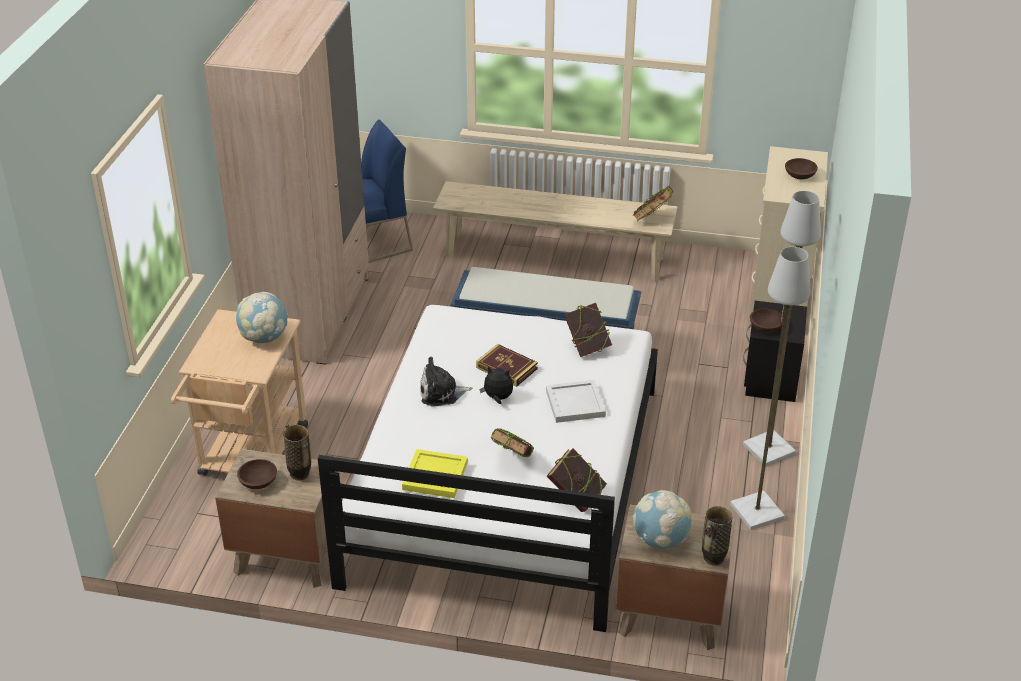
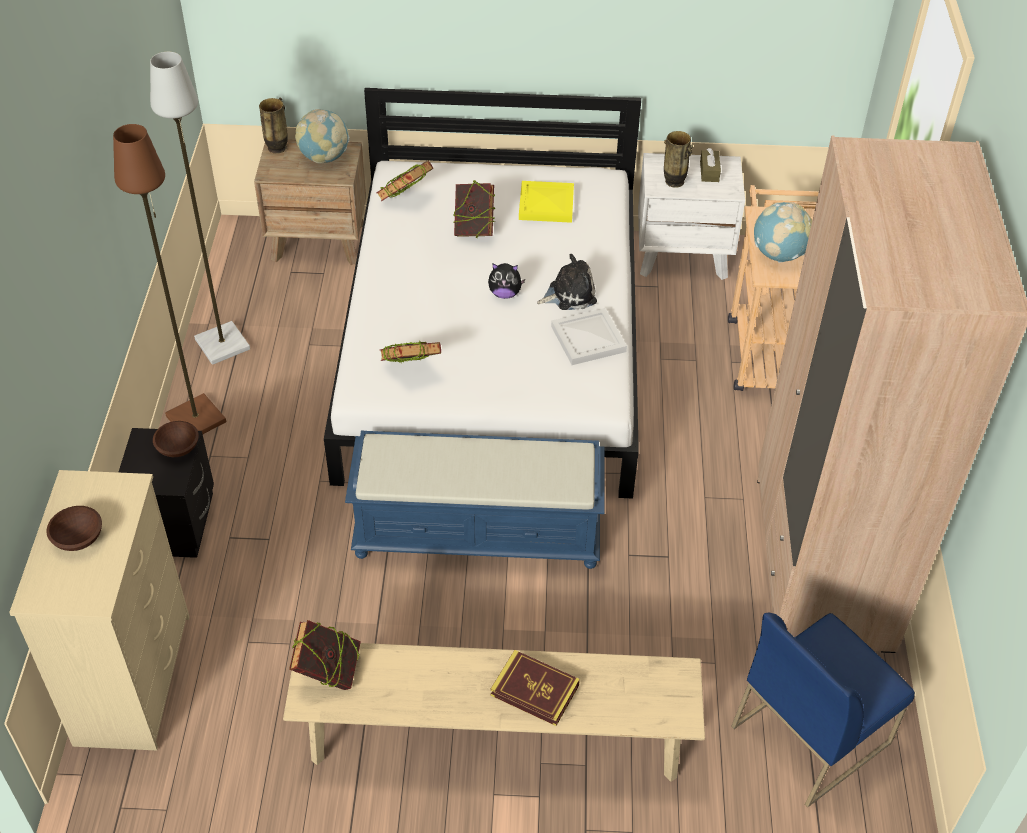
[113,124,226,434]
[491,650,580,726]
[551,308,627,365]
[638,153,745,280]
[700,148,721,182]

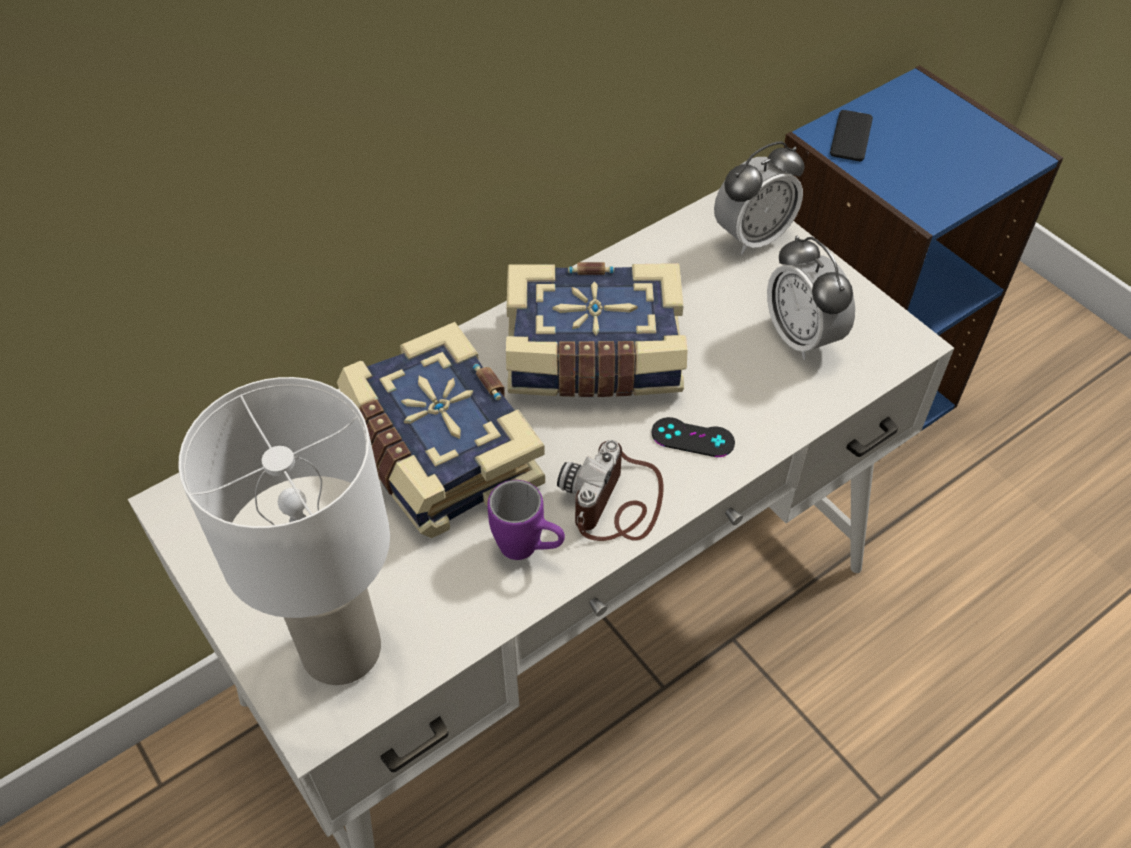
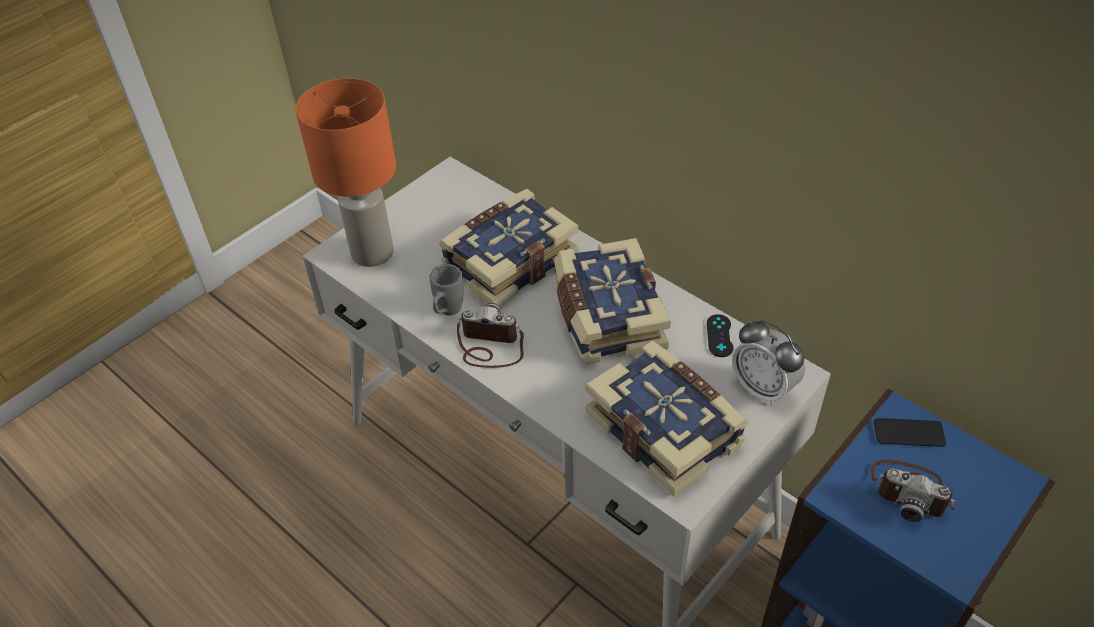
[585,341,748,497]
[295,78,396,267]
[707,314,734,357]
[430,264,464,315]
[871,460,955,522]

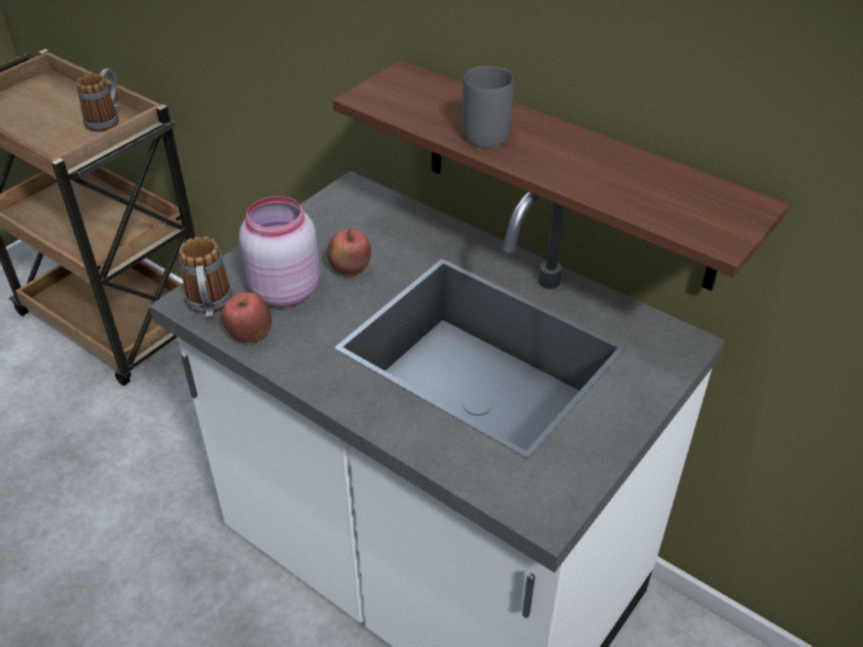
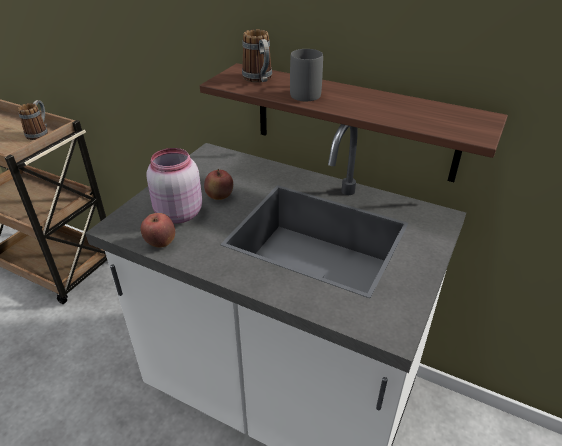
[242,29,272,82]

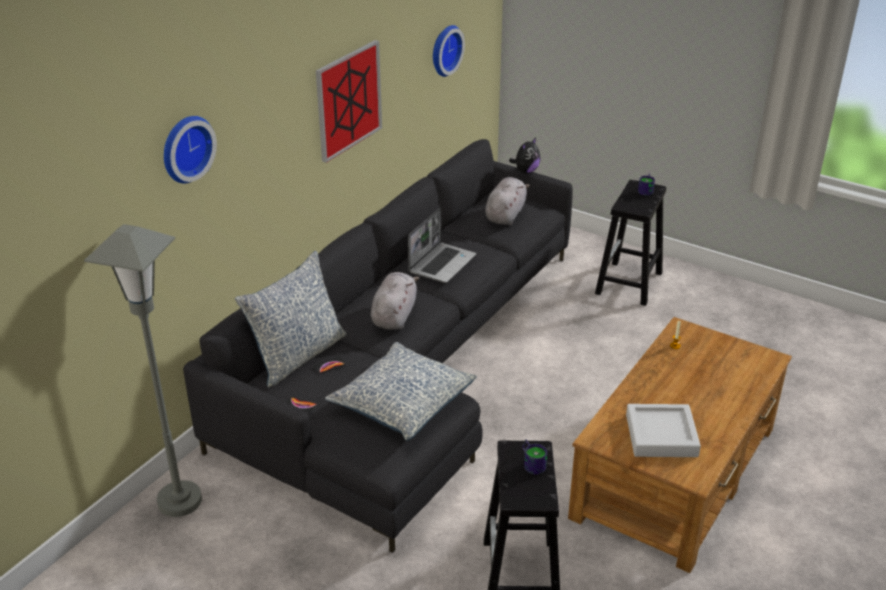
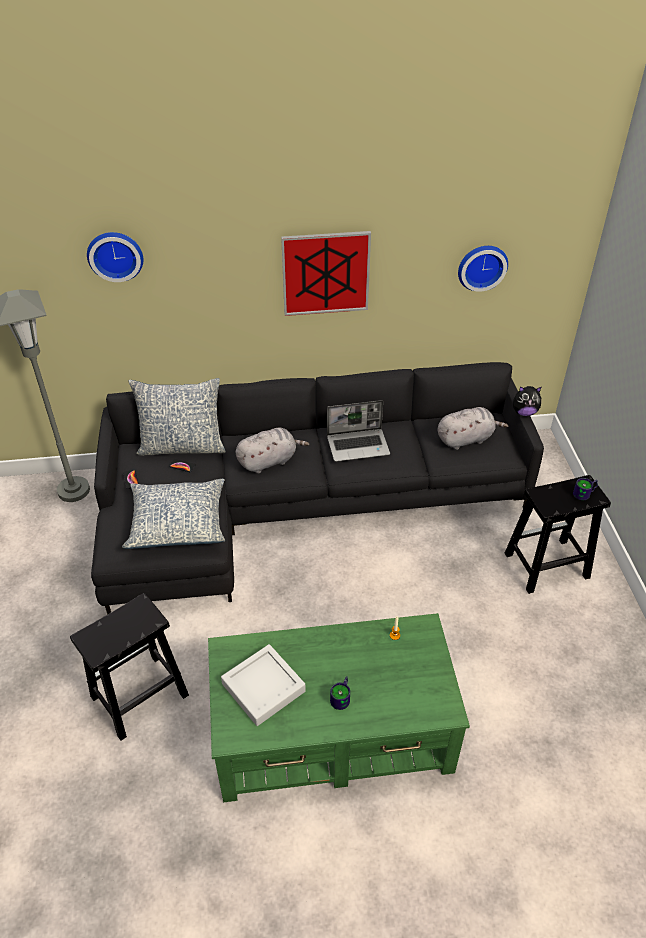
[208,613,470,802]
[330,676,350,710]

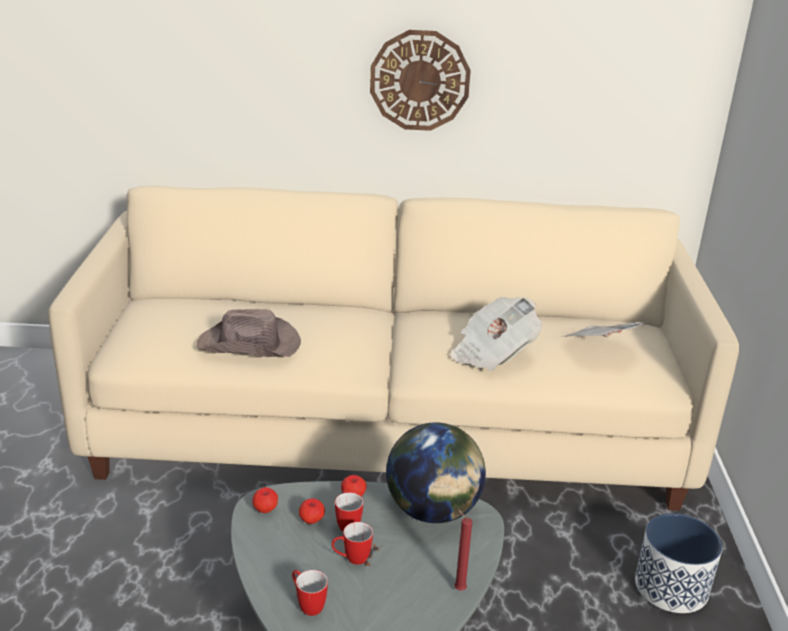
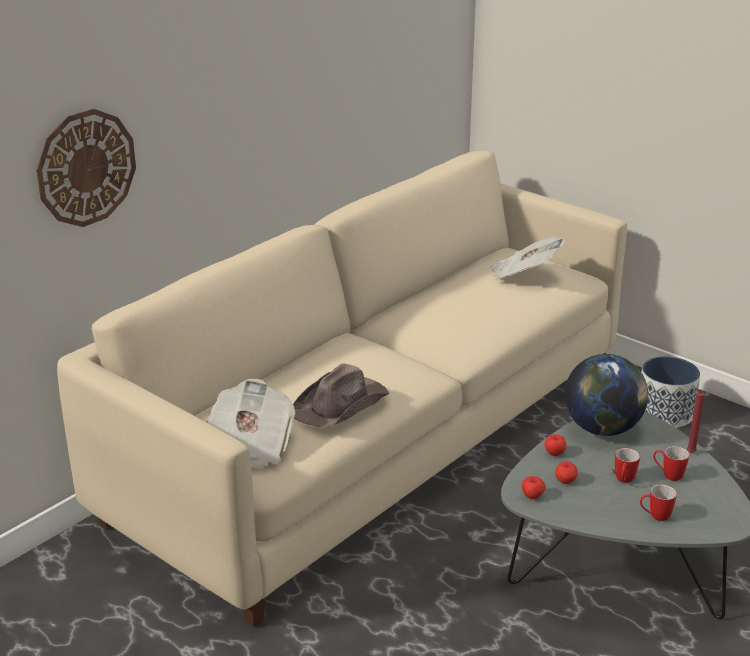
[36,109,136,227]
[206,379,296,469]
[653,446,689,481]

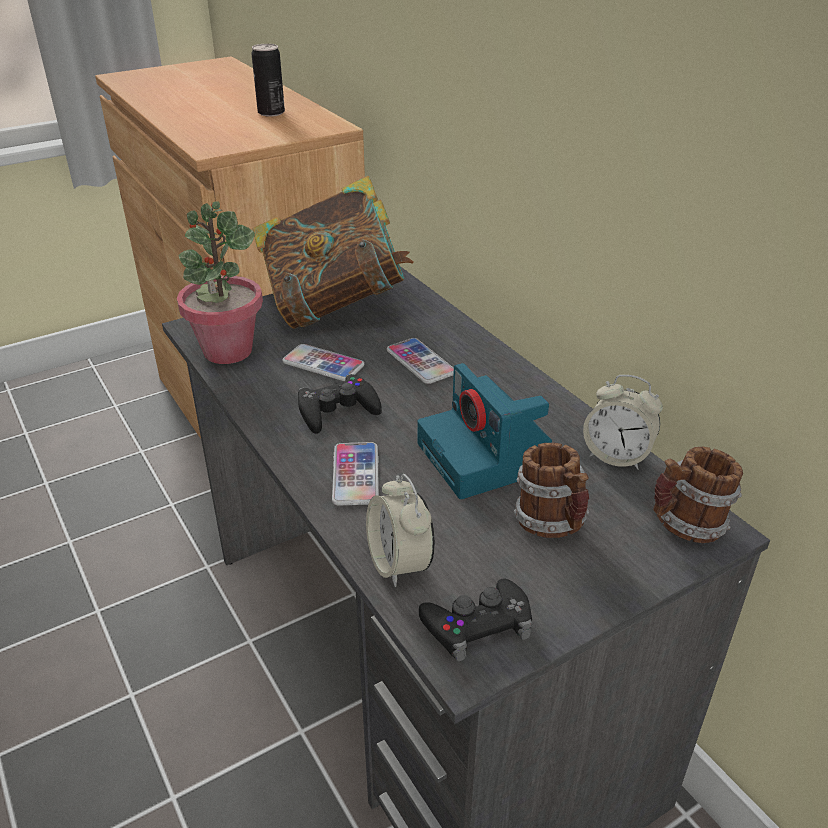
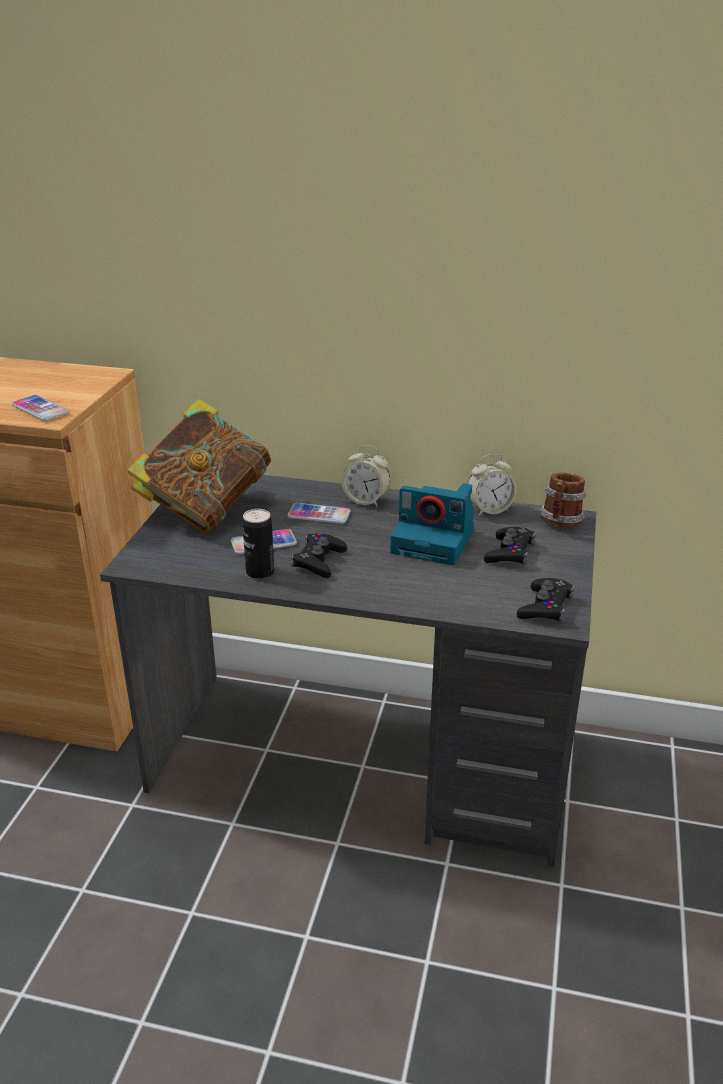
[242,509,274,579]
[177,201,263,364] (first image)
[11,395,69,421]
[484,527,536,565]
[342,446,390,507]

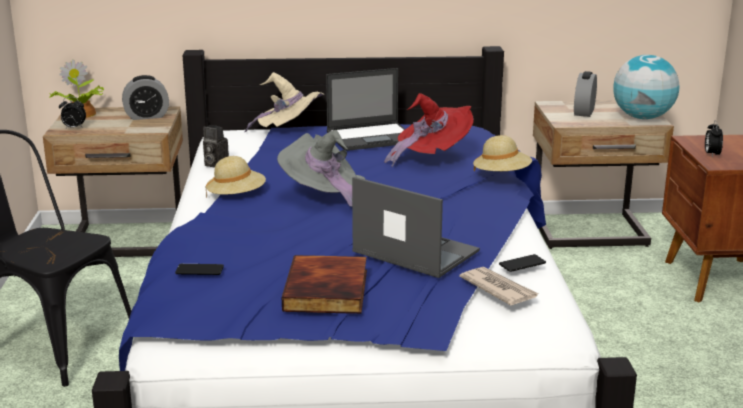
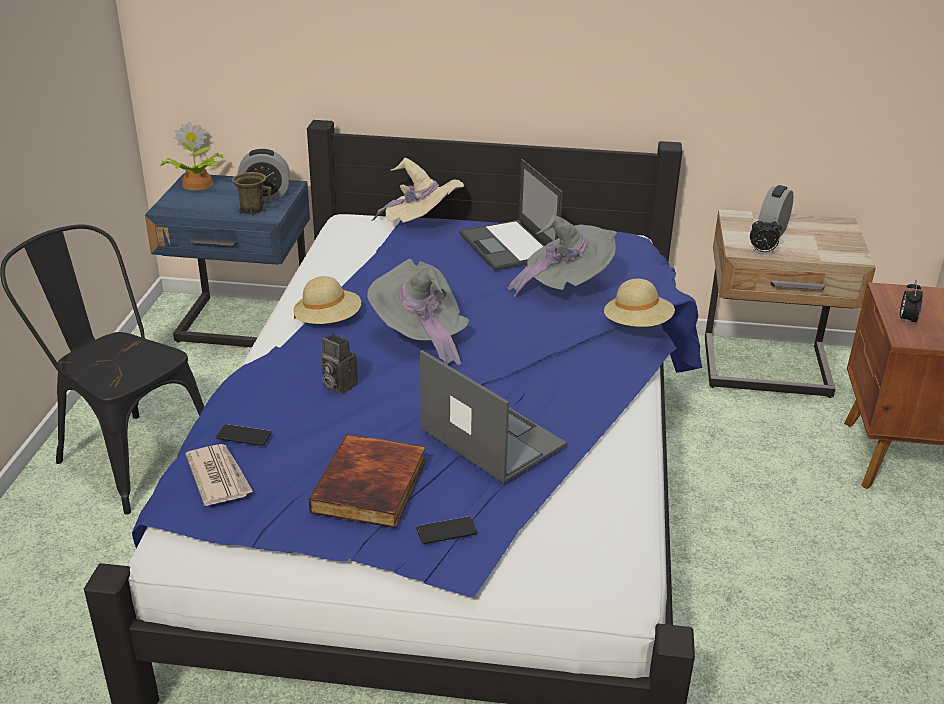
[614,55,679,119] (first image)
[459,159,563,271]
[508,215,617,298]
[750,217,782,252]
[145,173,310,347]
[321,334,358,394]
[416,516,477,544]
[186,444,253,506]
[232,172,272,215]

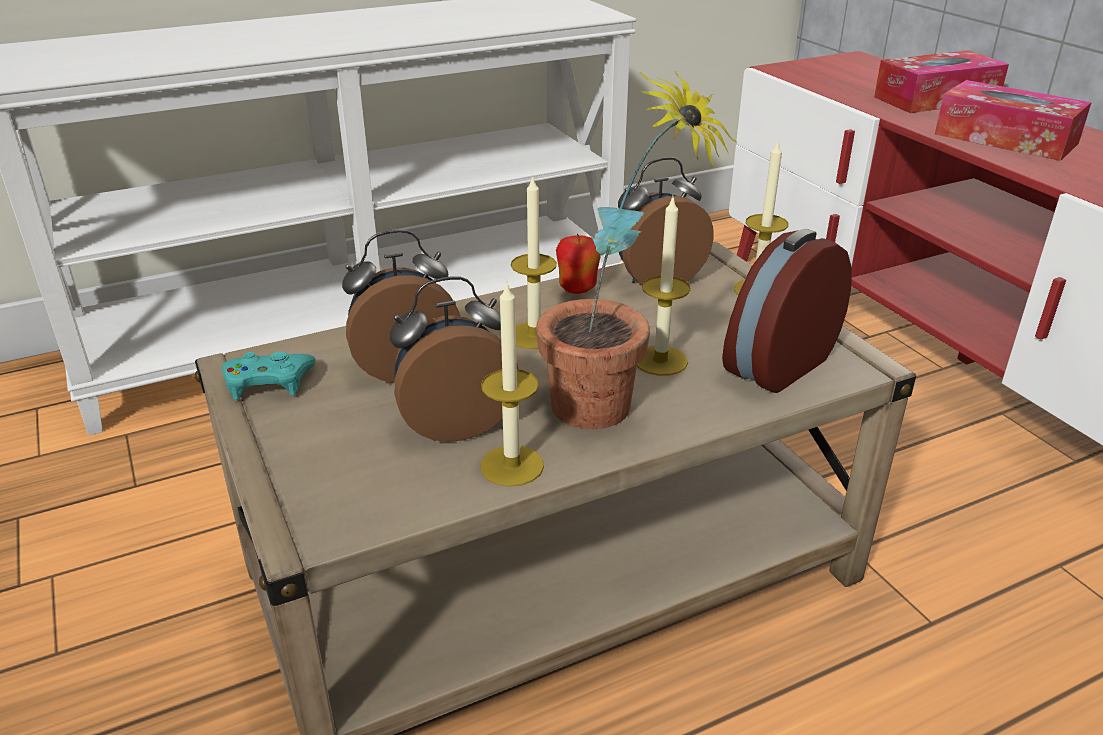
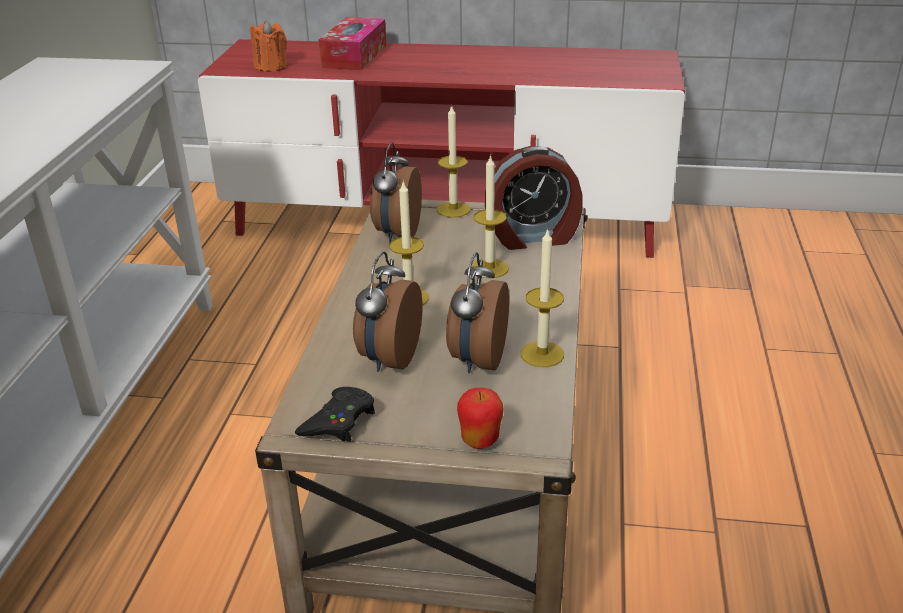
[536,71,738,429] (first image)
[935,80,1092,161] (first image)
[485,146,582,250]
[457,388,504,449]
[295,387,375,442]
[250,21,287,72]

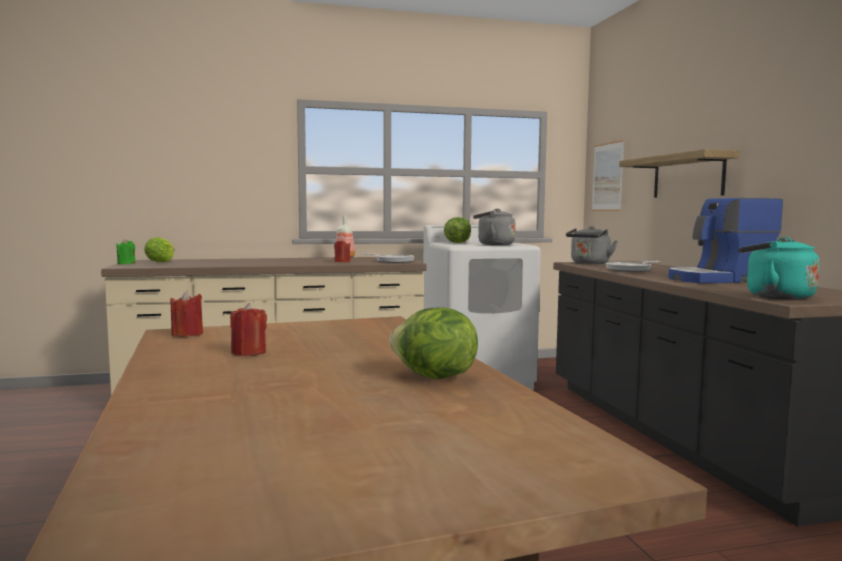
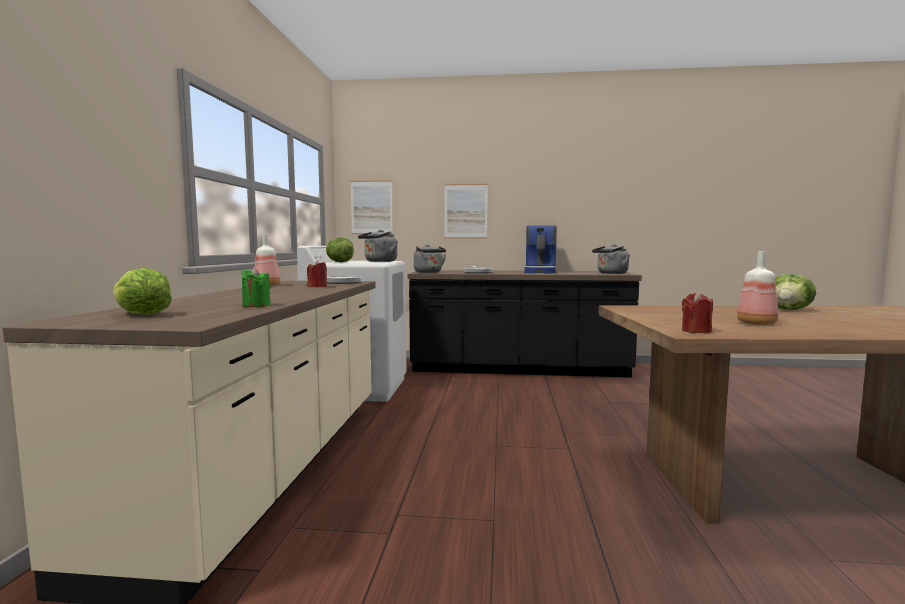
[445,184,488,239]
[592,244,630,274]
[241,267,271,307]
[737,252,778,325]

